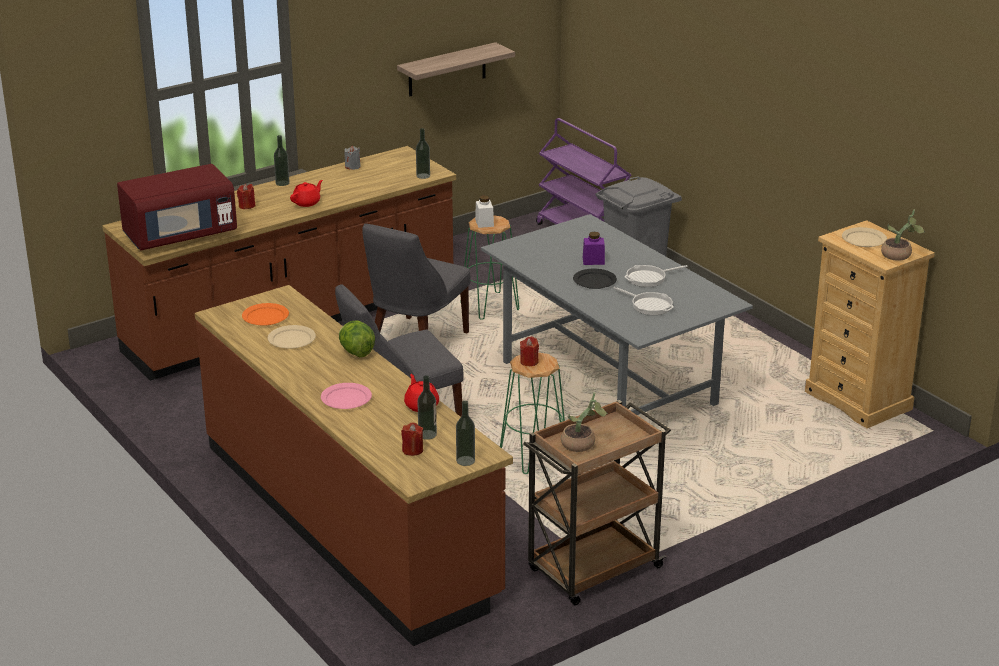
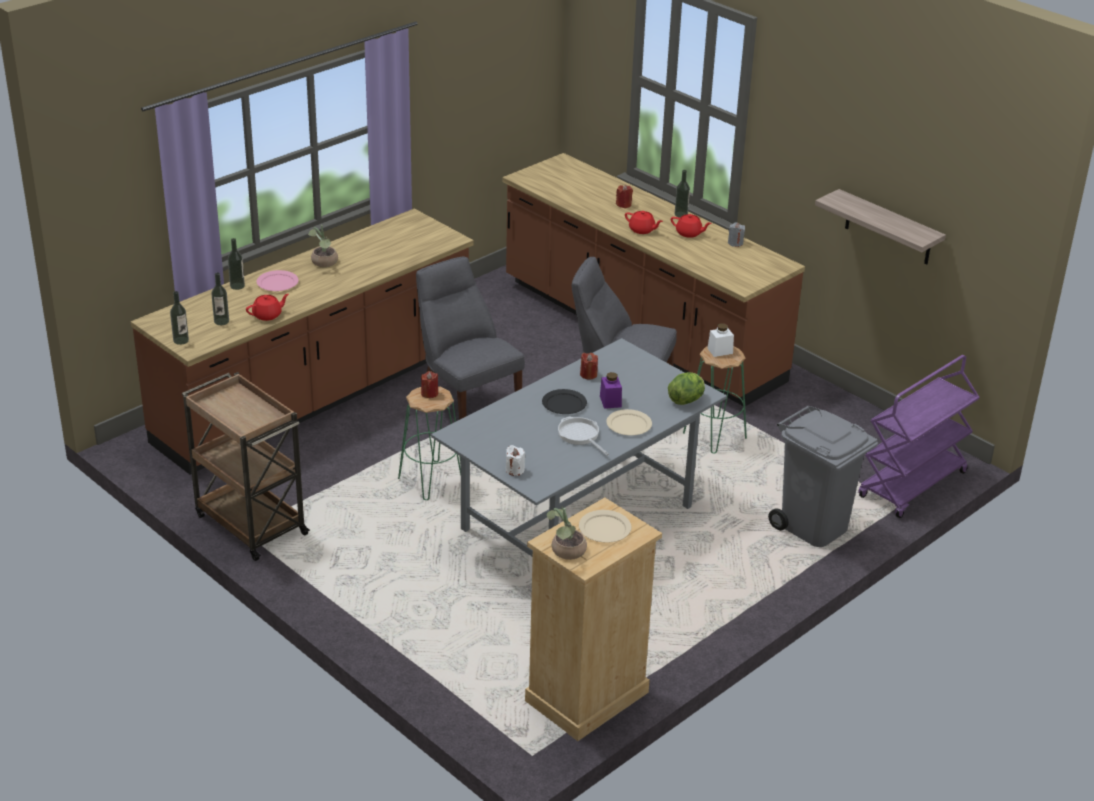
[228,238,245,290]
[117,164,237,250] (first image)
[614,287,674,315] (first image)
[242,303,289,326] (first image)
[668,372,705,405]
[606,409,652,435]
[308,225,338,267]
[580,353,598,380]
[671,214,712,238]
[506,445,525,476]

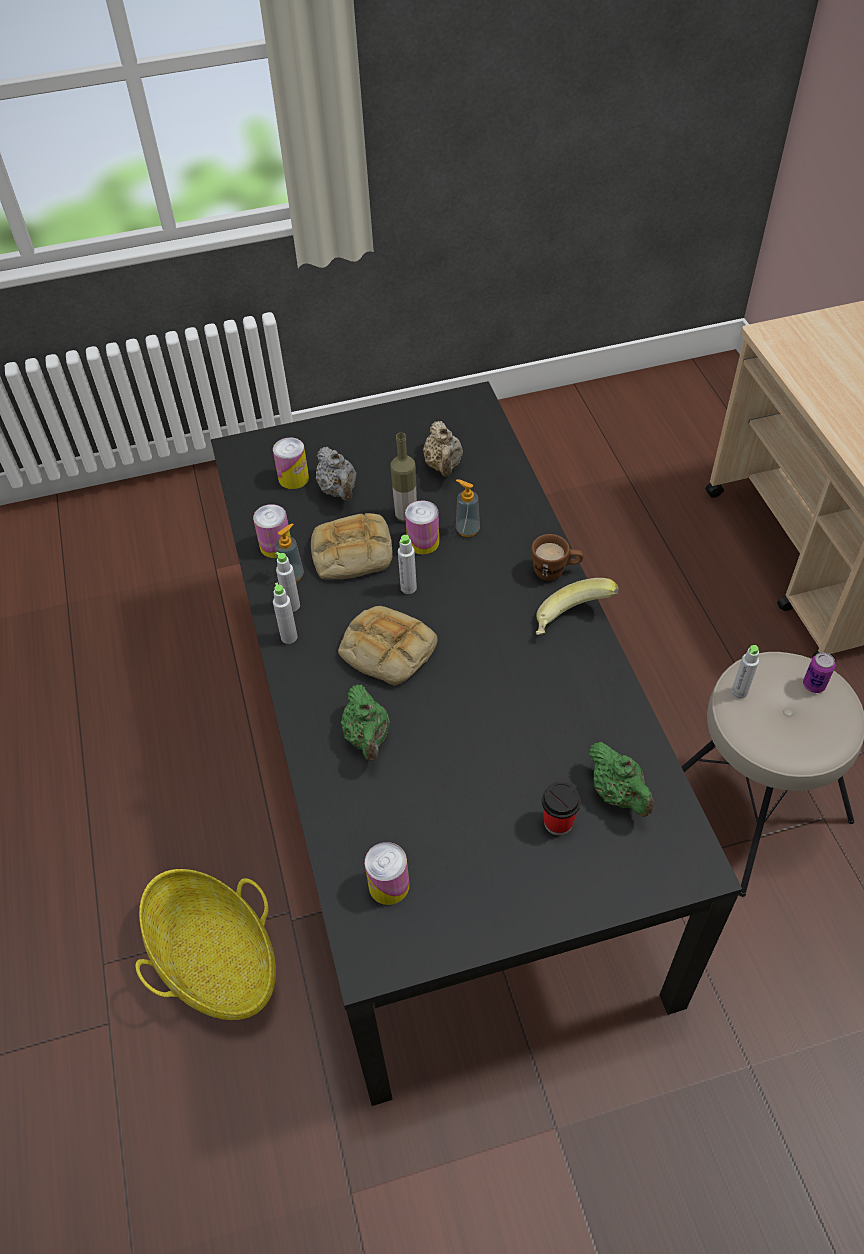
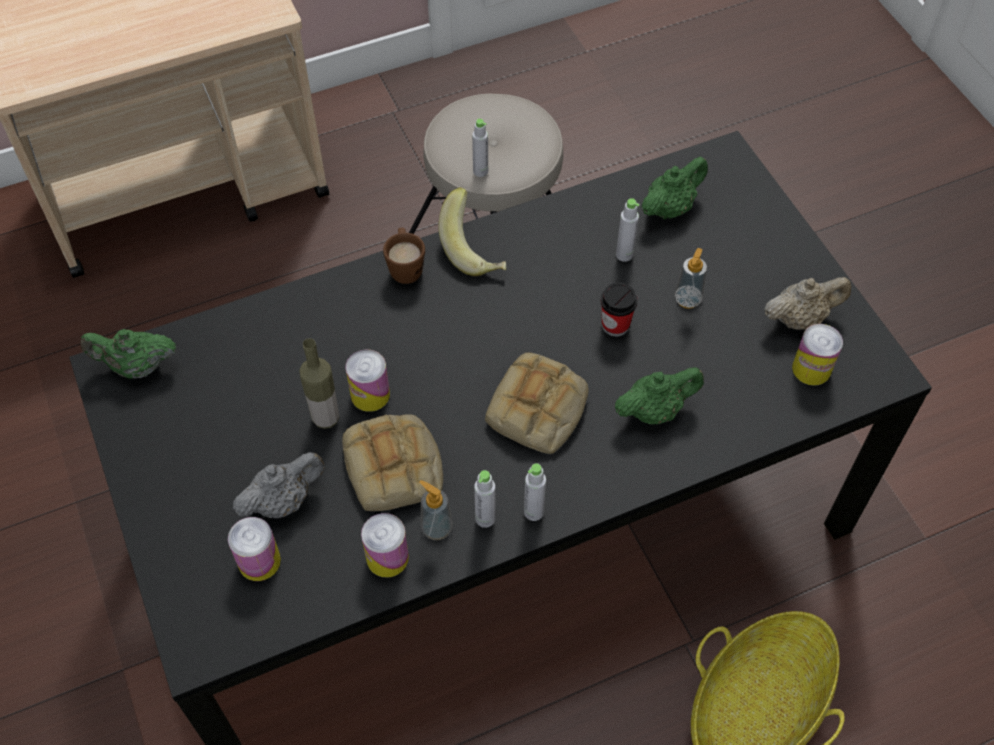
[764,277,851,330]
[674,248,707,309]
[616,198,640,262]
[803,652,835,693] (first image)
[601,282,638,337]
[80,329,176,379]

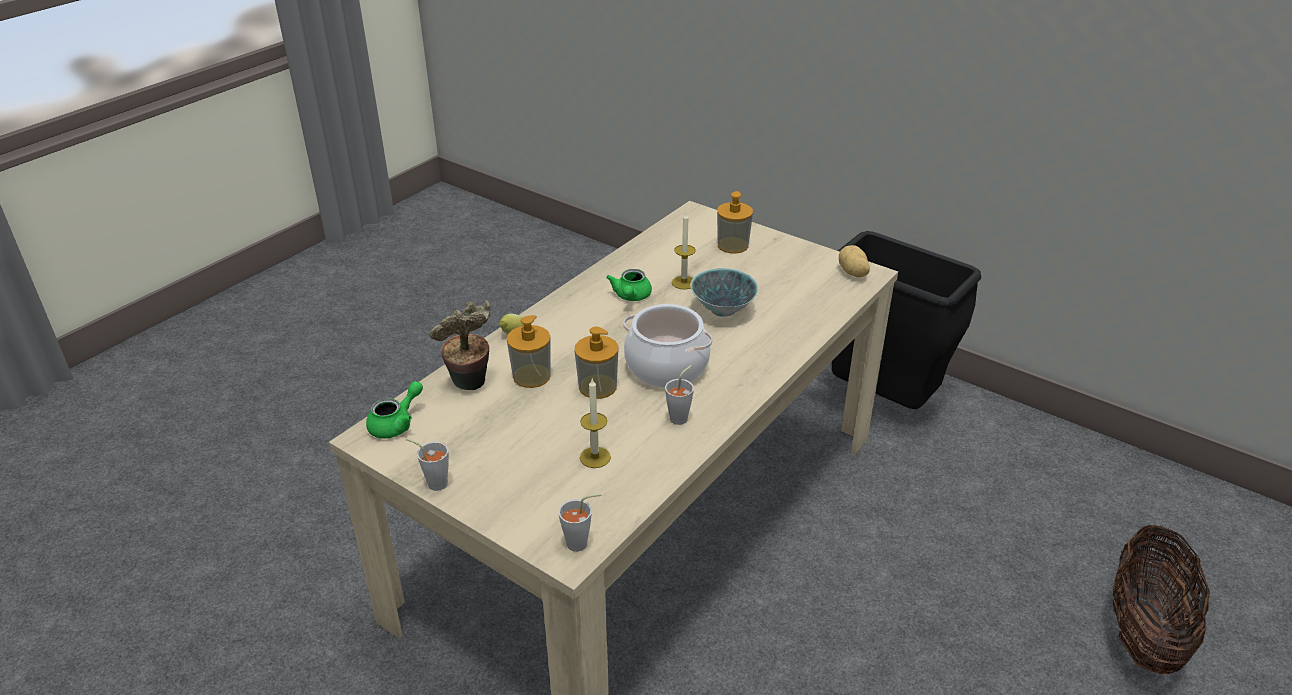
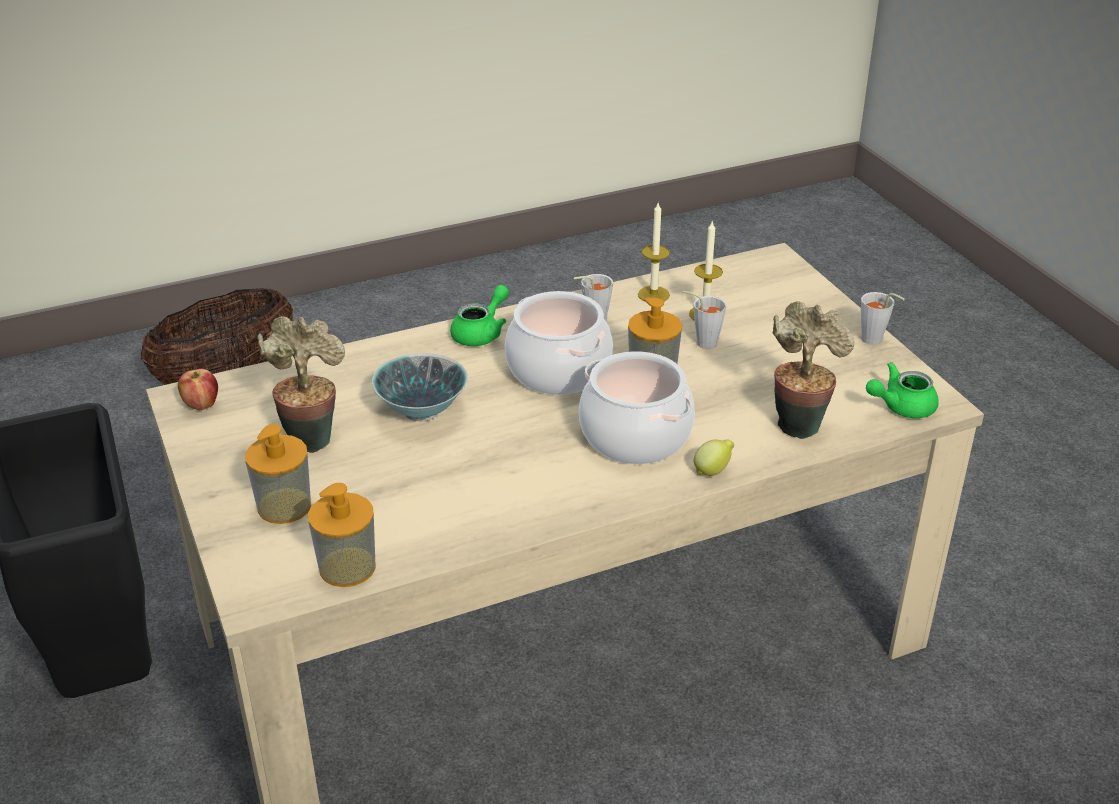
[638,203,670,302]
[178,369,218,410]
[450,285,509,346]
[308,483,376,587]
[683,291,727,349]
[257,316,345,453]
[579,351,695,464]

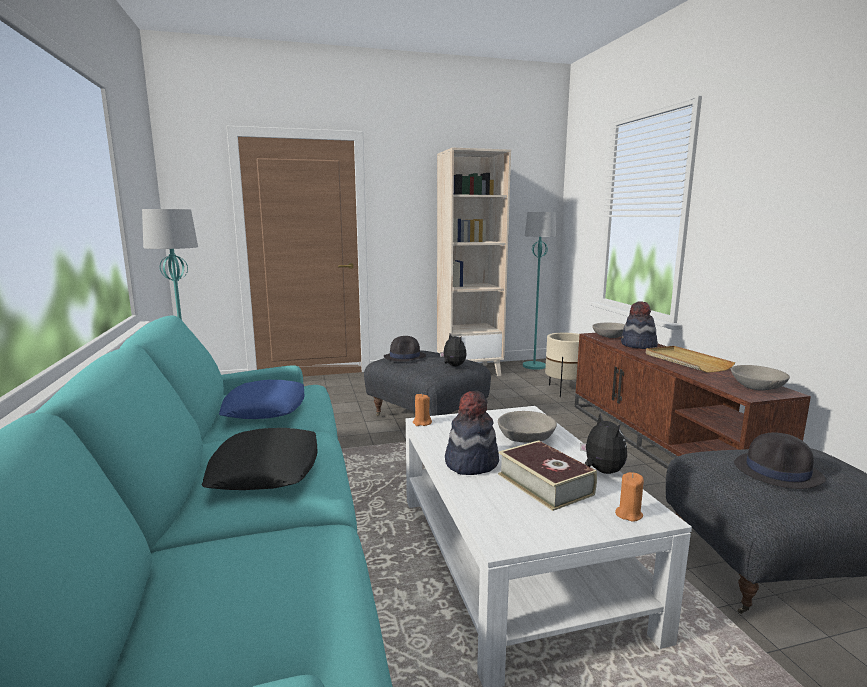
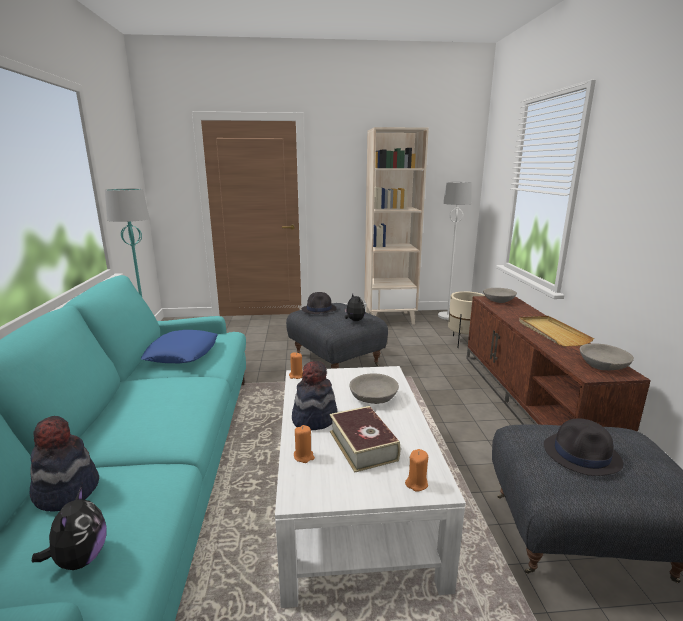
[438,182,472,320]
[29,416,99,512]
[32,486,107,570]
[202,428,318,490] (first image)
[294,425,315,463]

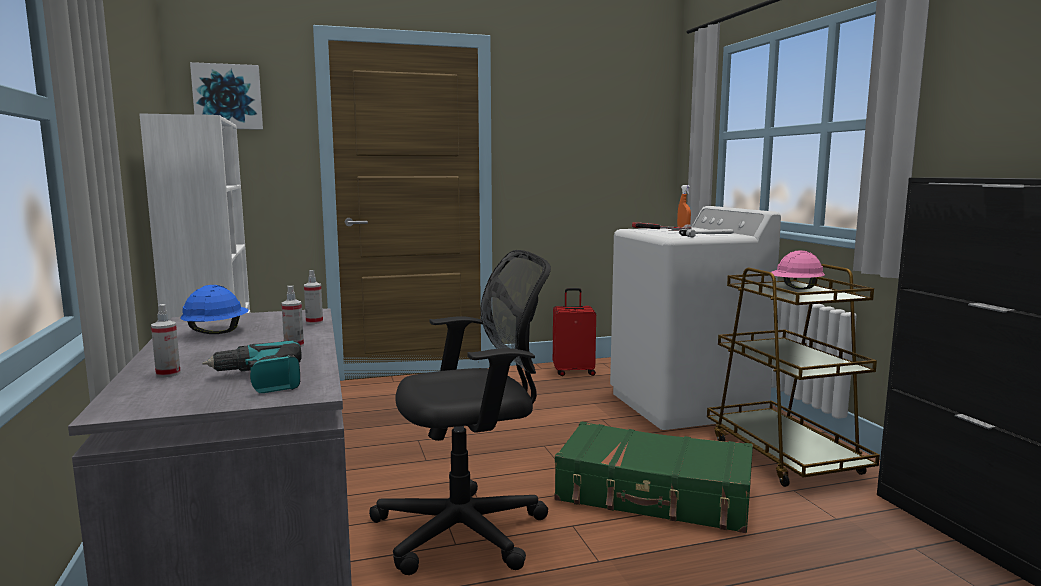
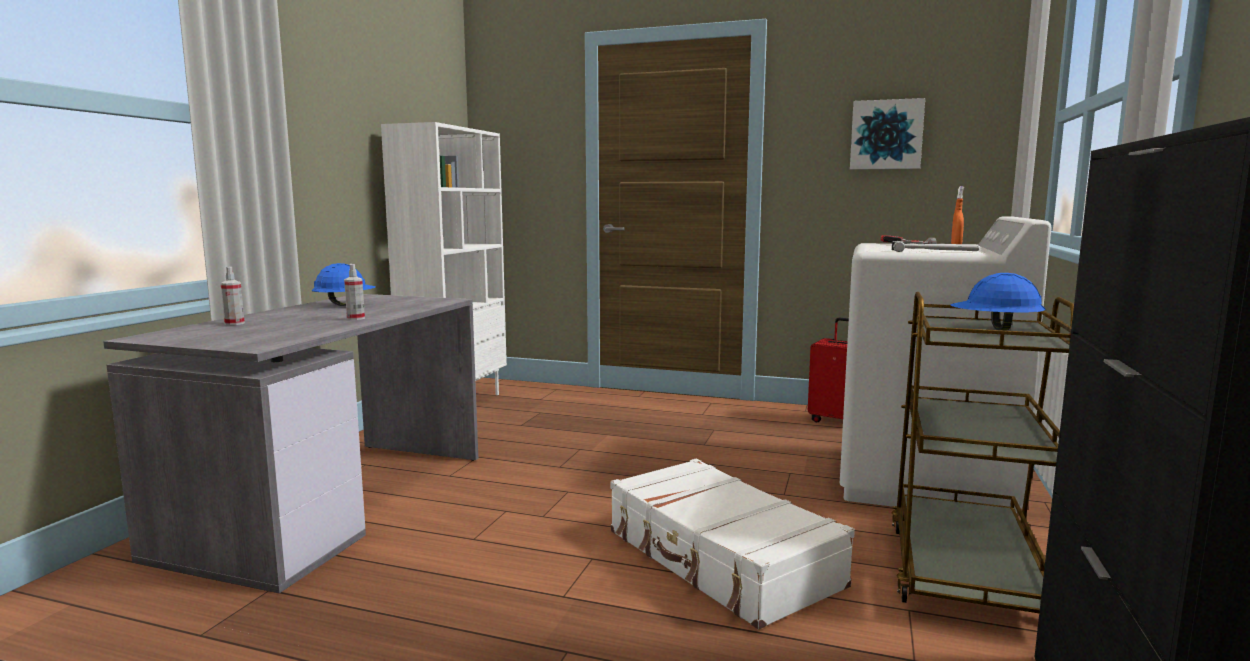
[850,98,925,170]
[369,250,551,575] (first image)
[951,273,1045,331]
[304,270,323,324] (first image)
[202,340,301,393] (first image)
[611,458,855,630]

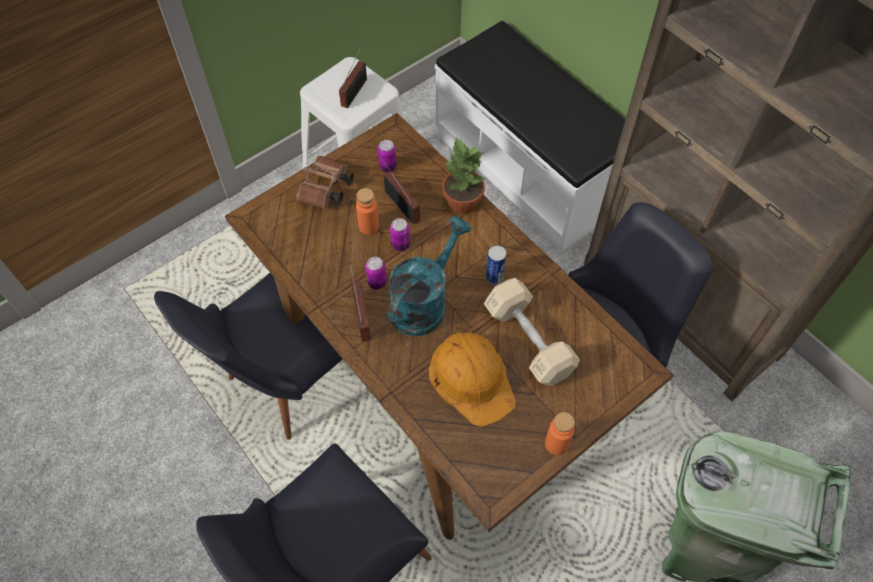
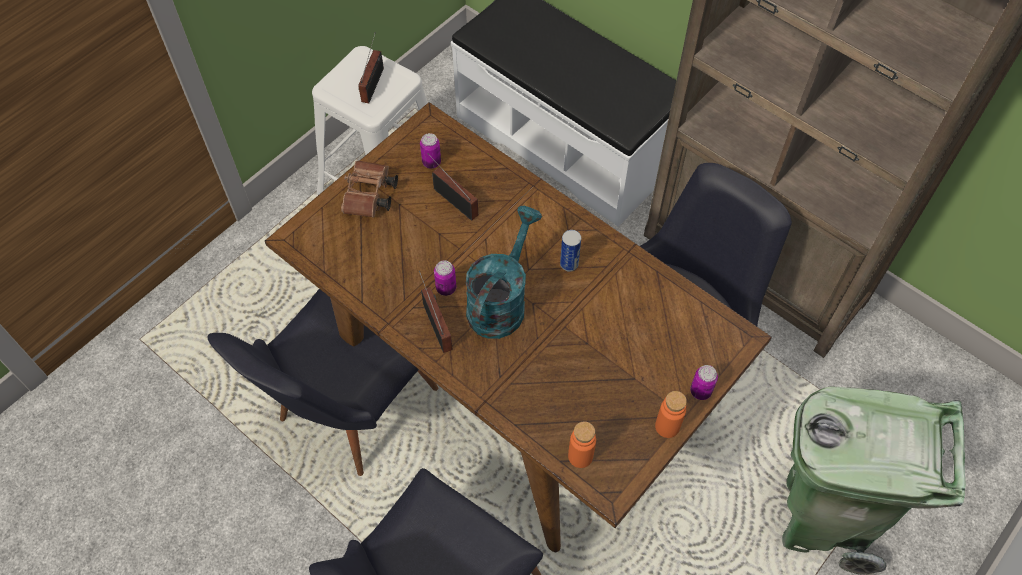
[442,138,485,214] (first image)
[568,421,596,468]
[690,365,718,400]
[484,278,580,386] (first image)
[429,332,516,427] (first image)

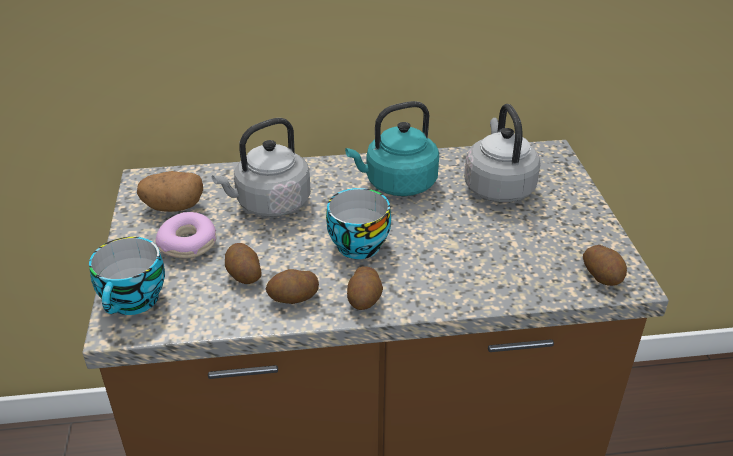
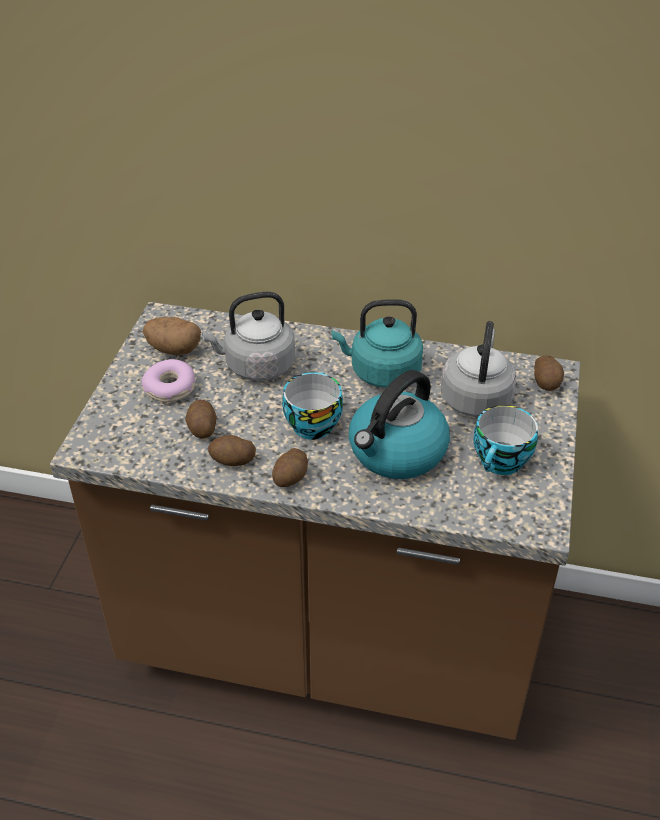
[473,405,538,475]
[534,355,564,391]
[349,370,450,479]

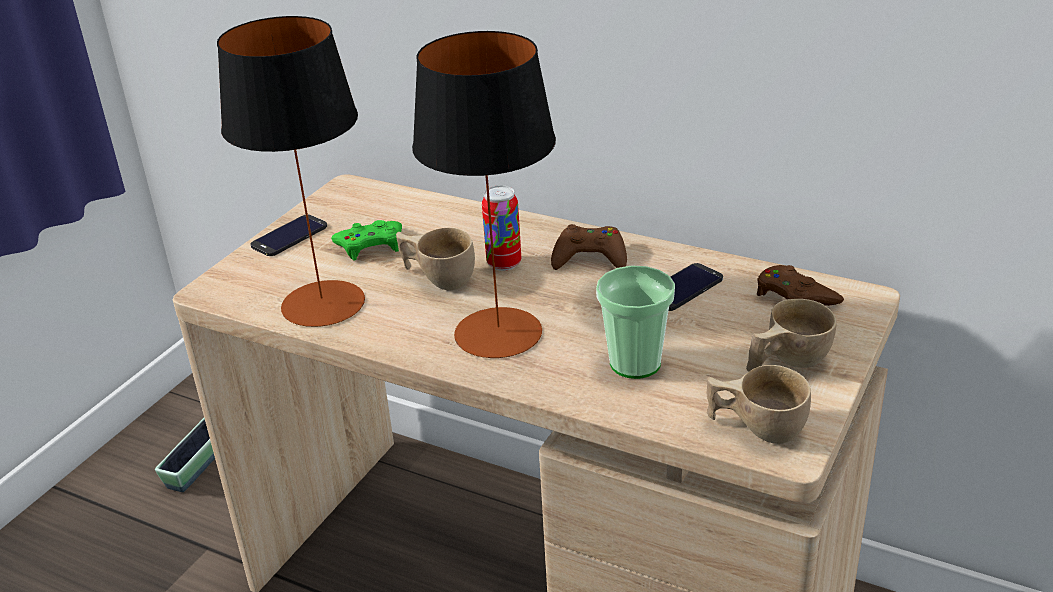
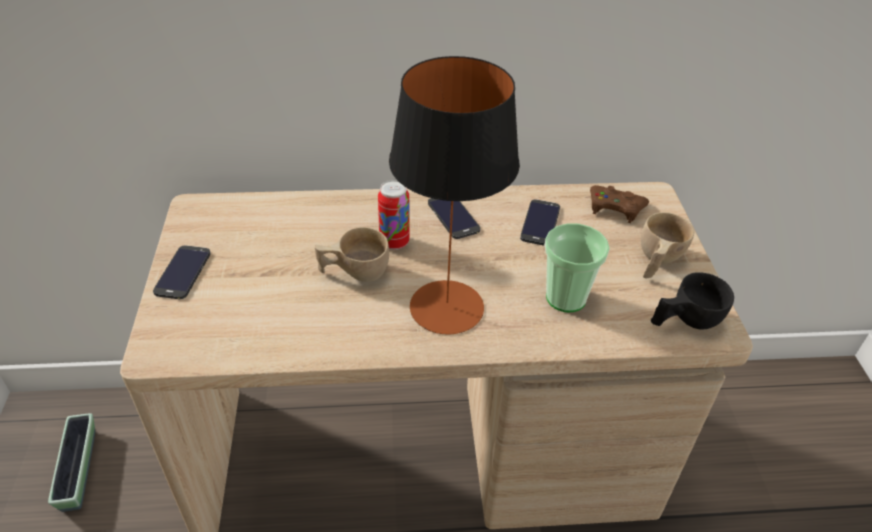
[217,16,365,327] (first image)
[331,220,402,261] (first image)
[428,198,480,239]
[651,272,734,330]

